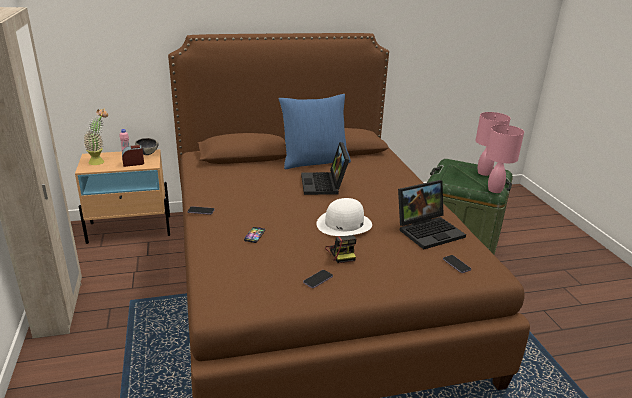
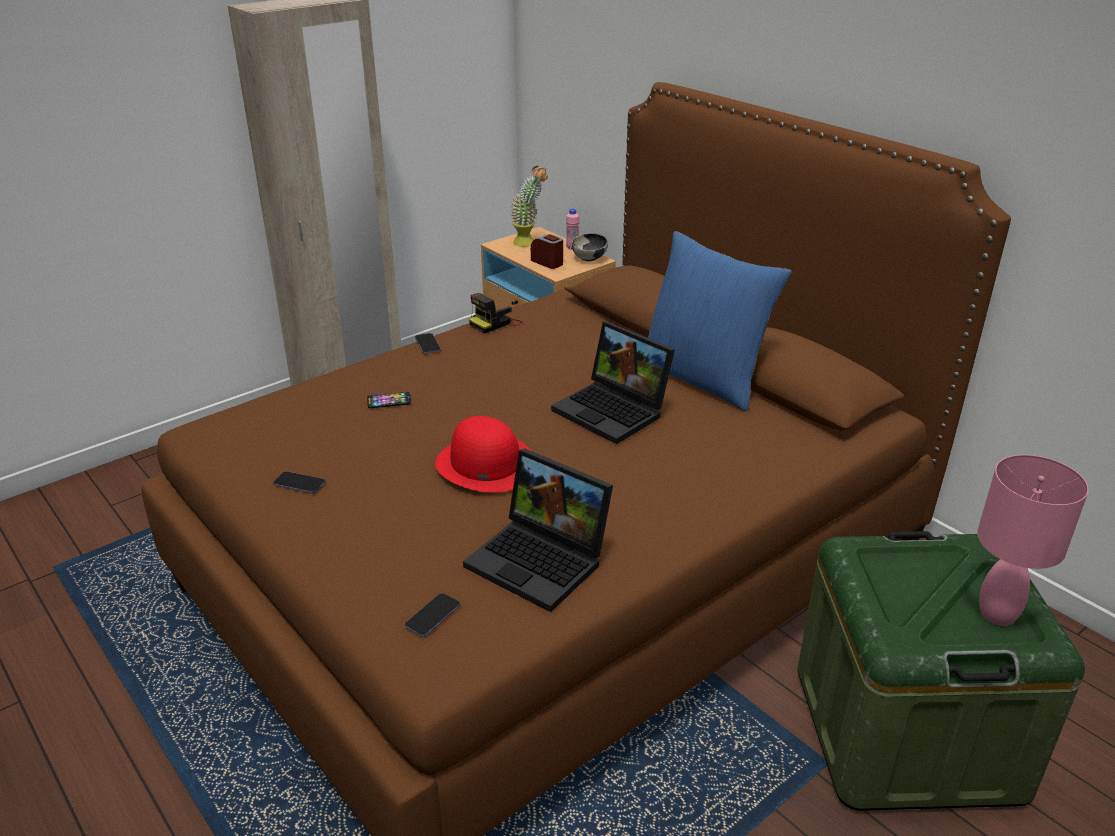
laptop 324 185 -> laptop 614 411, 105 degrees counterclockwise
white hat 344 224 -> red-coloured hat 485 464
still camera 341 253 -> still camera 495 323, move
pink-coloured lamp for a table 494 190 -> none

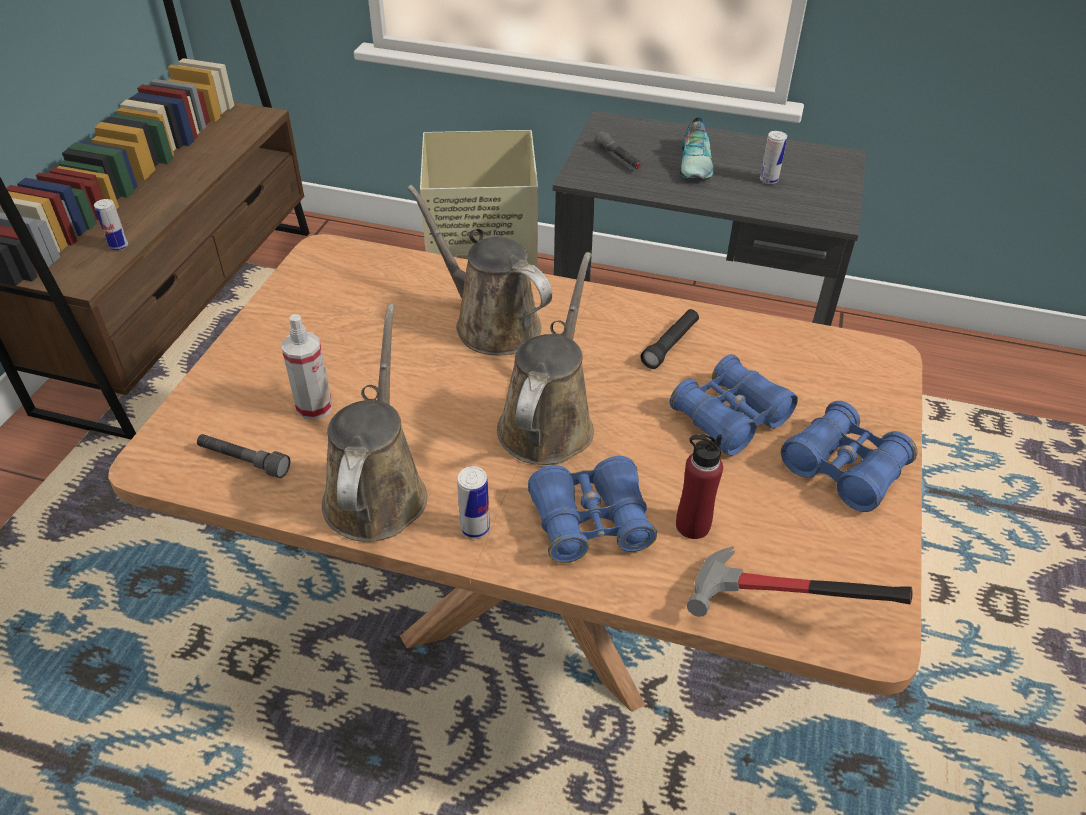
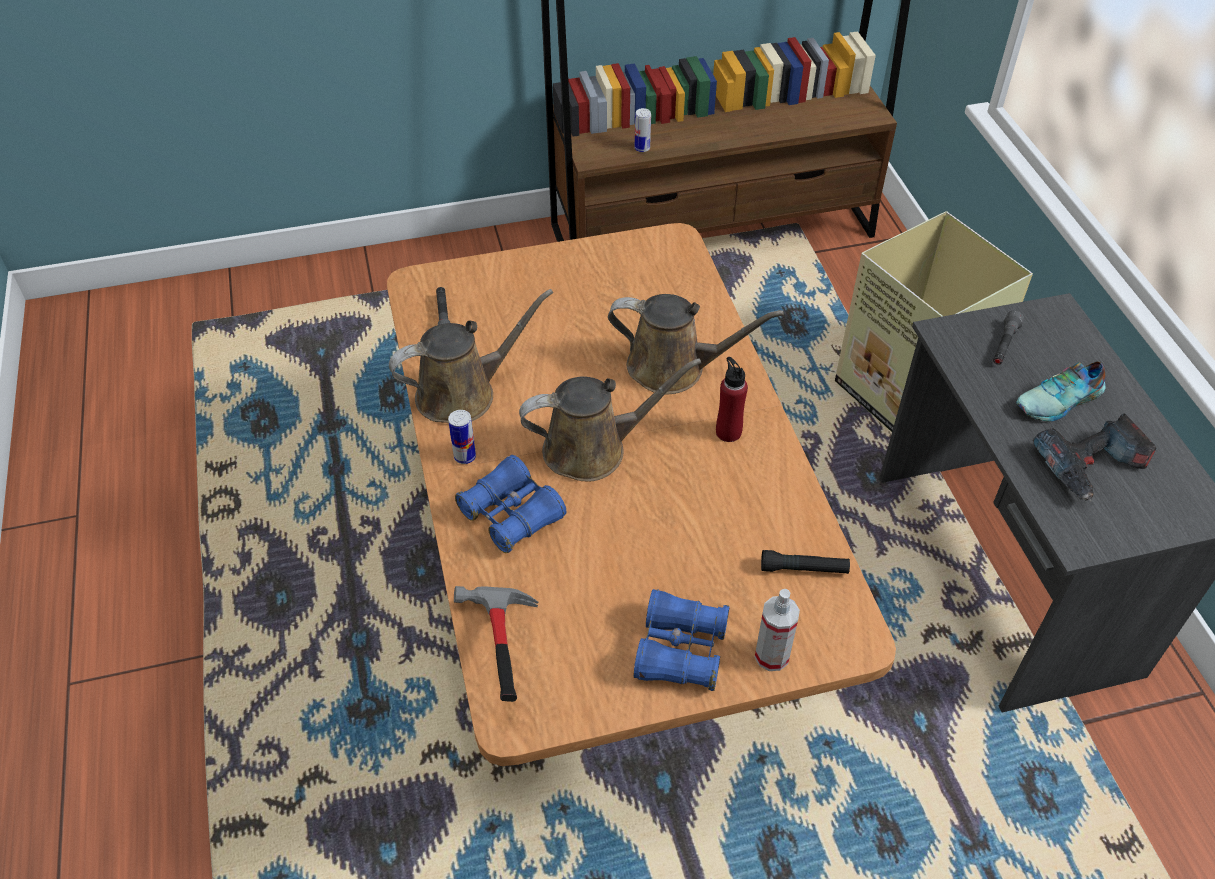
spray bottle 314 407 -> spray bottle 772 656, move
brownish watering can 491 323 -> brownish watering can 674 368, 90 degrees clockwise
blackish flashlight 670 345 -> blackish flashlight 804 569, move
bluish pair of binoculars 730 418 -> none
red-coloured drink bottle 692 525 -> red-coloured drink bottle 728 432, move
can 768 180 -> drill 1091 467

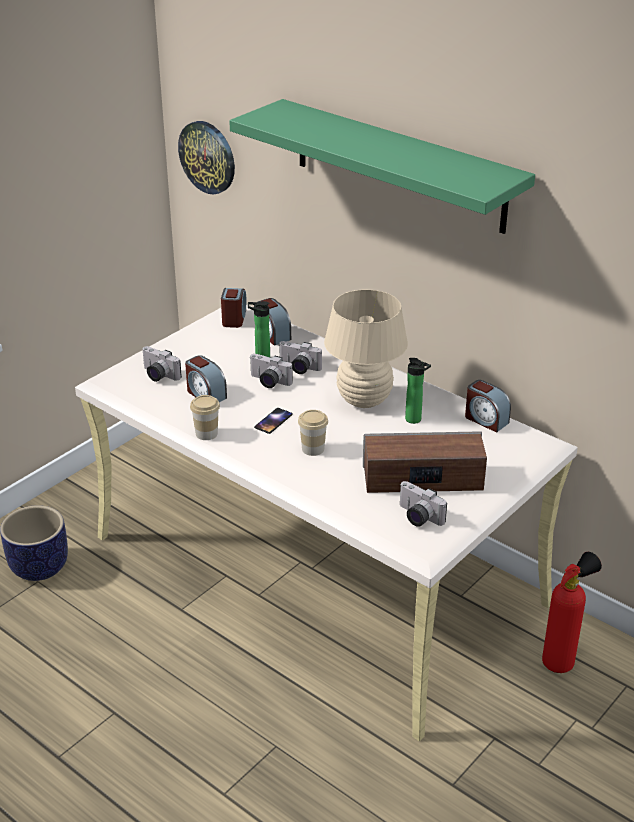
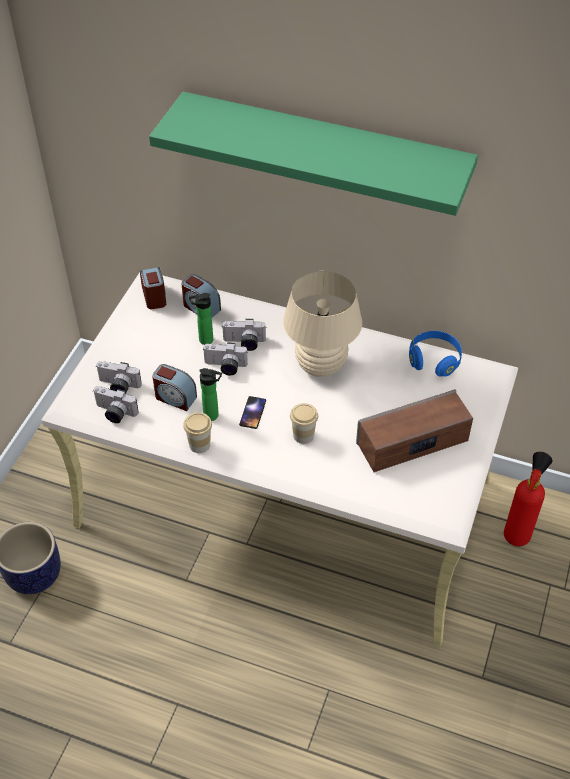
hanging clock 208 157 -> none
still camera 417 517 -> still camera 114 413, move
drink bottle 415 420 -> drink bottle 213 416, move
bedside clock 485 420 -> bluish pair of headphones 434 360

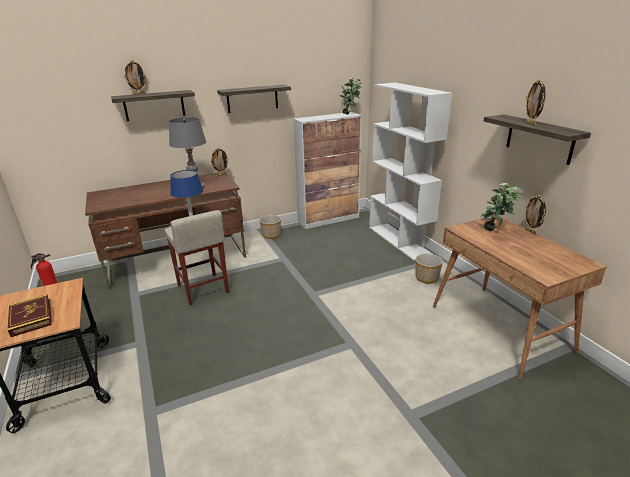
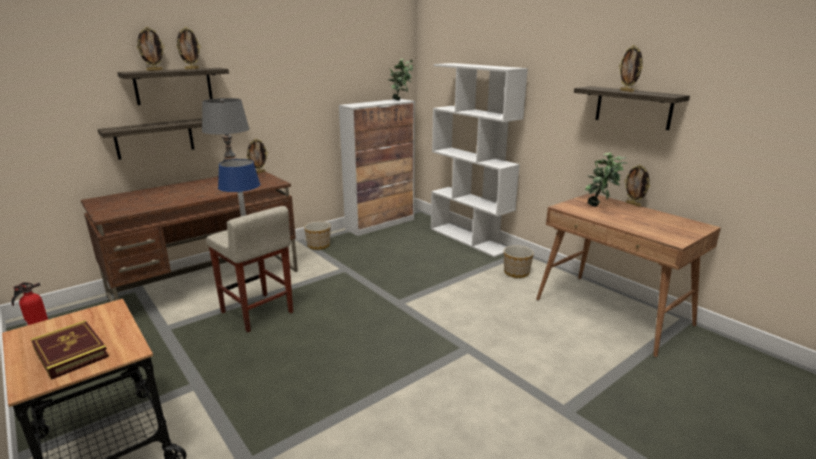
wall shelf 252 99 -> wall shelf 154 138, move
none -> picture frame 191 69

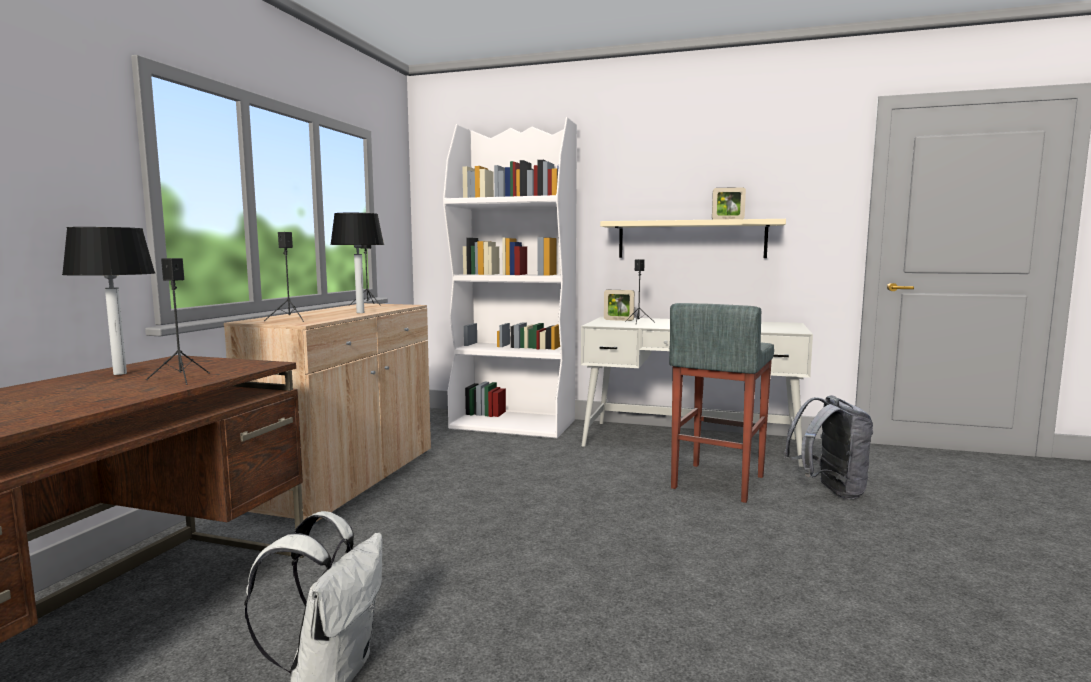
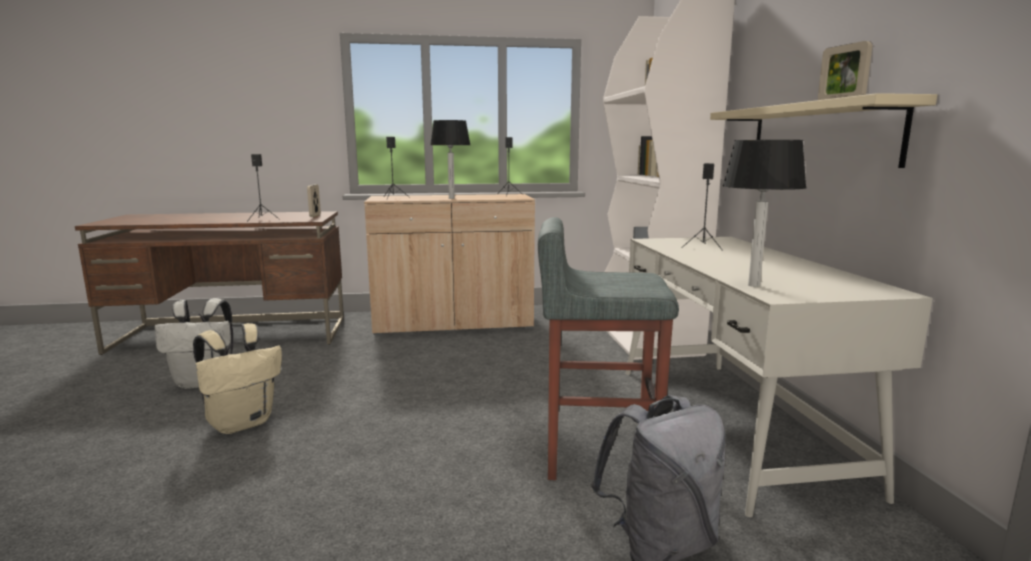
lamp for a table 121 373 -> lamp for a table 754 285, move
picture frame 618 320 -> picture frame 315 215, move
none -> beige knapsack 242 423

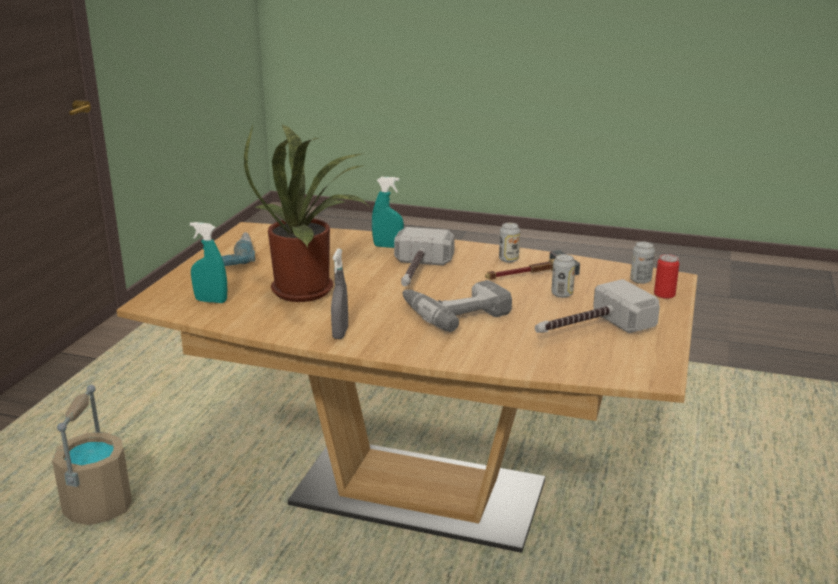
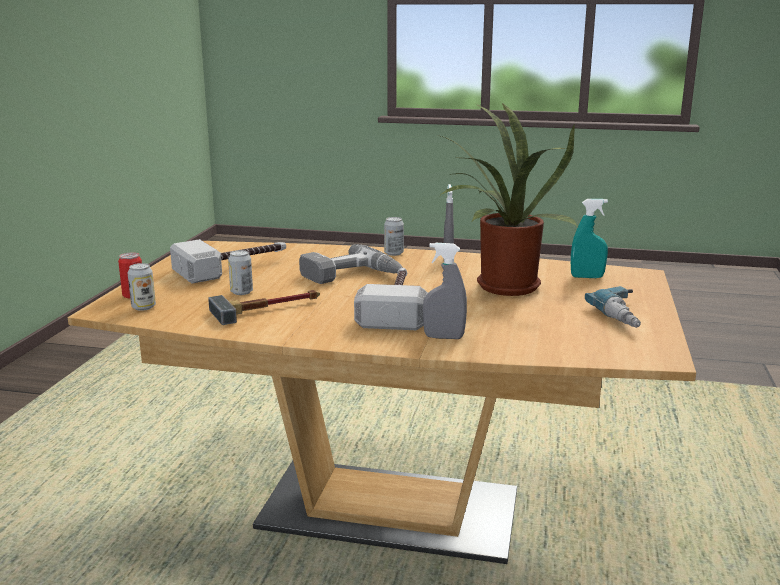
beige bucket 98 505 -> none
turquoise-coloured spray bottle 388 246 -> greyish spray bottle 444 337
can 508 259 -> can 393 253, move

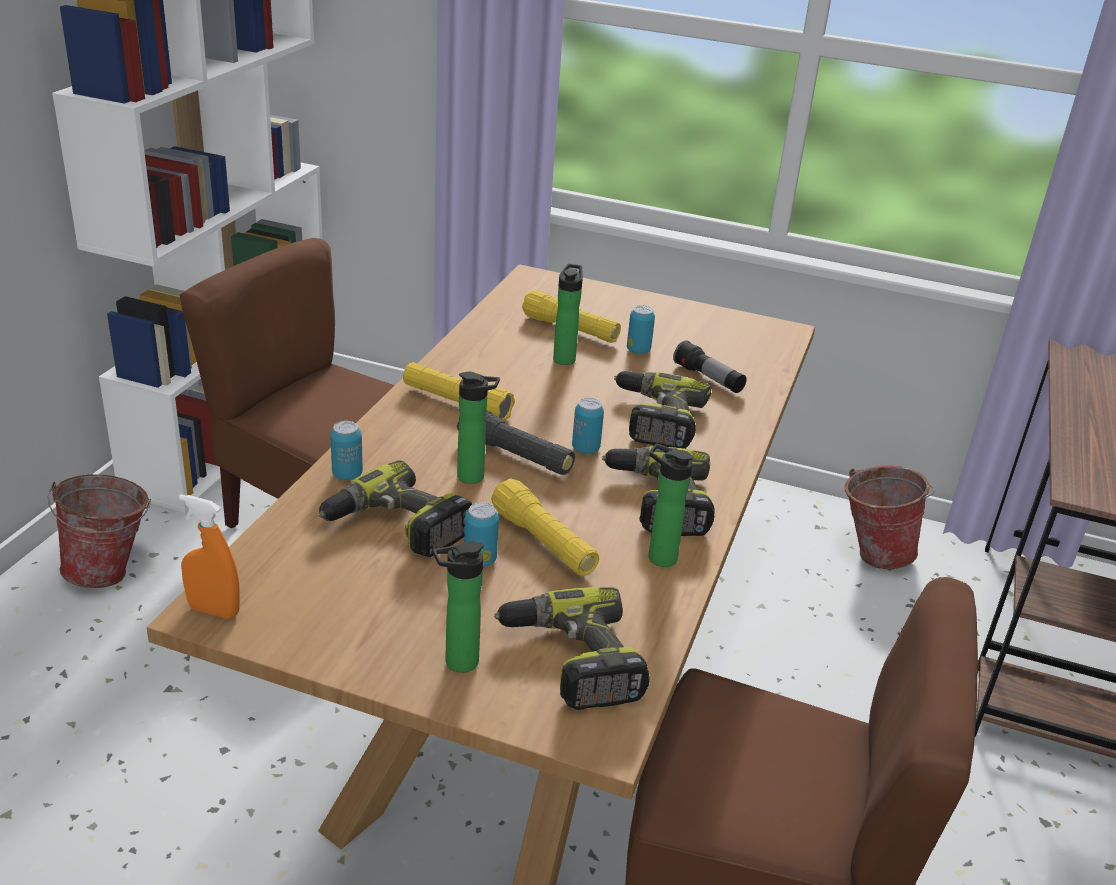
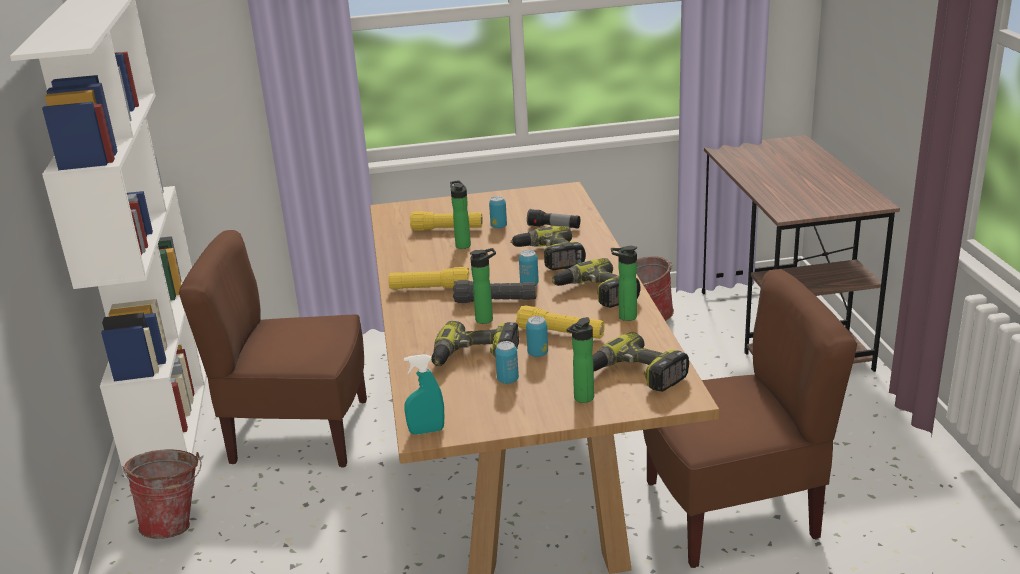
orange-coloured spray bottle 214 610 -> turquoise-coloured spray bottle 426 431
can 347 474 -> can 508 380, move

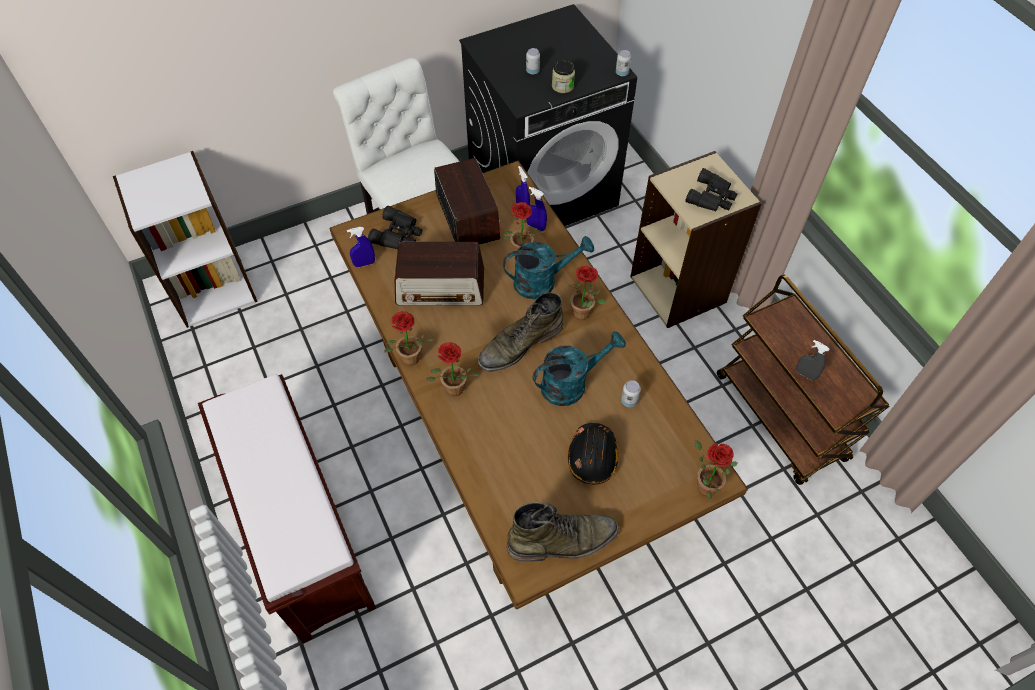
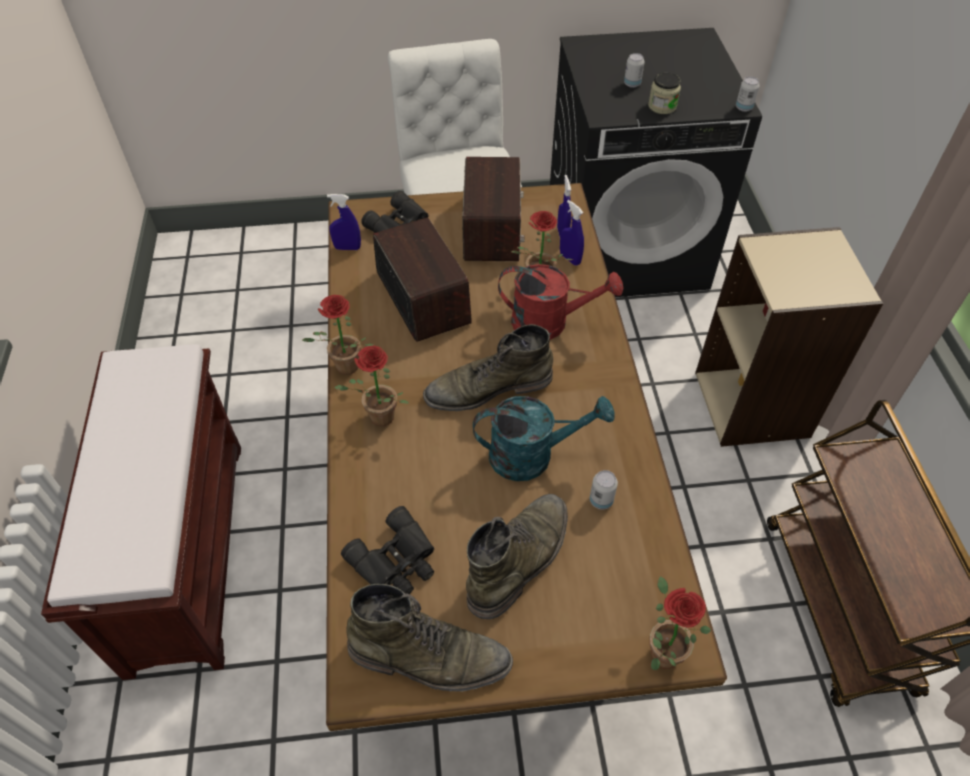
white bookcase 213 288 -> none
radio 441 287 -> radio 422 297, 135 degrees counterclockwise
turquoise-coloured watering can 542 281 -> red-coloured watering can 550 322
houseplant 584 315 -> none
blackish safety helmet 592 457 -> green tall boot 519 558
blackish pair of binoculars 712 197 -> blackish pair of binoculars 396 561, move
greyish spray bottle 805 374 -> none

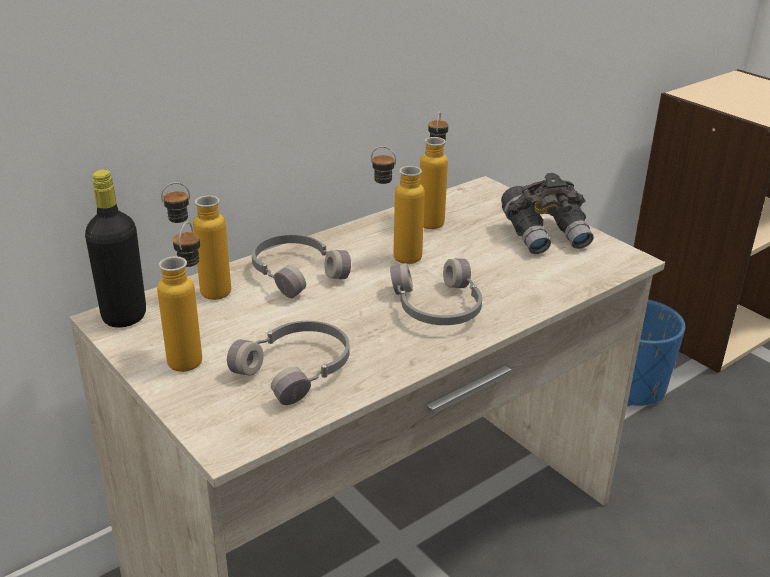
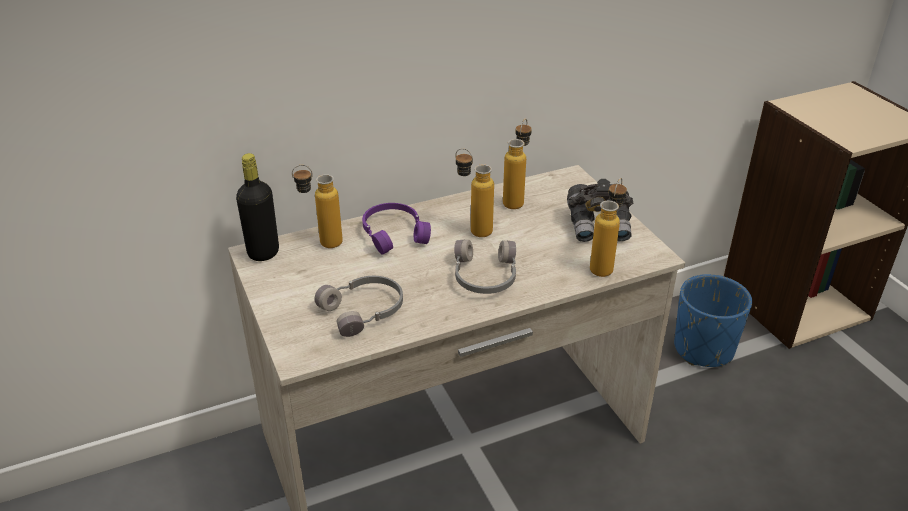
drink bottle 191 354 -> drink bottle 604 265, move
greyish pair of headphones 297 273 -> purple-coloured pair of headphones 394 234

